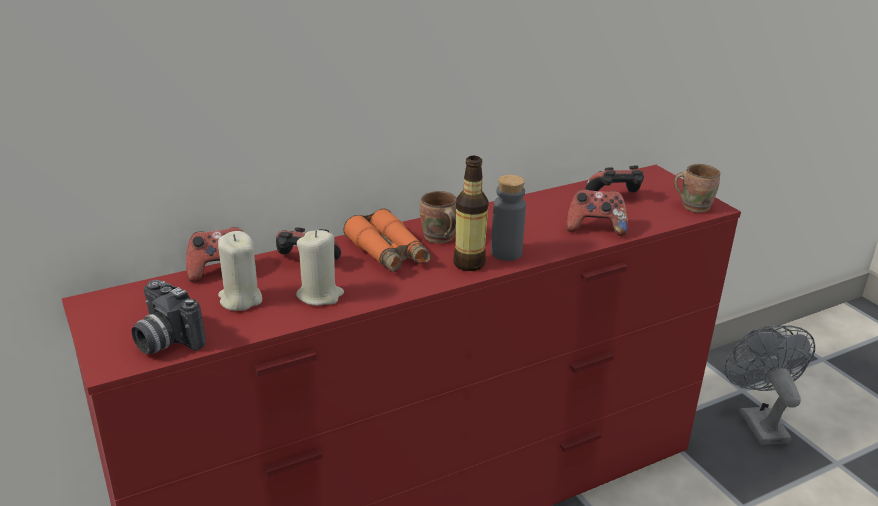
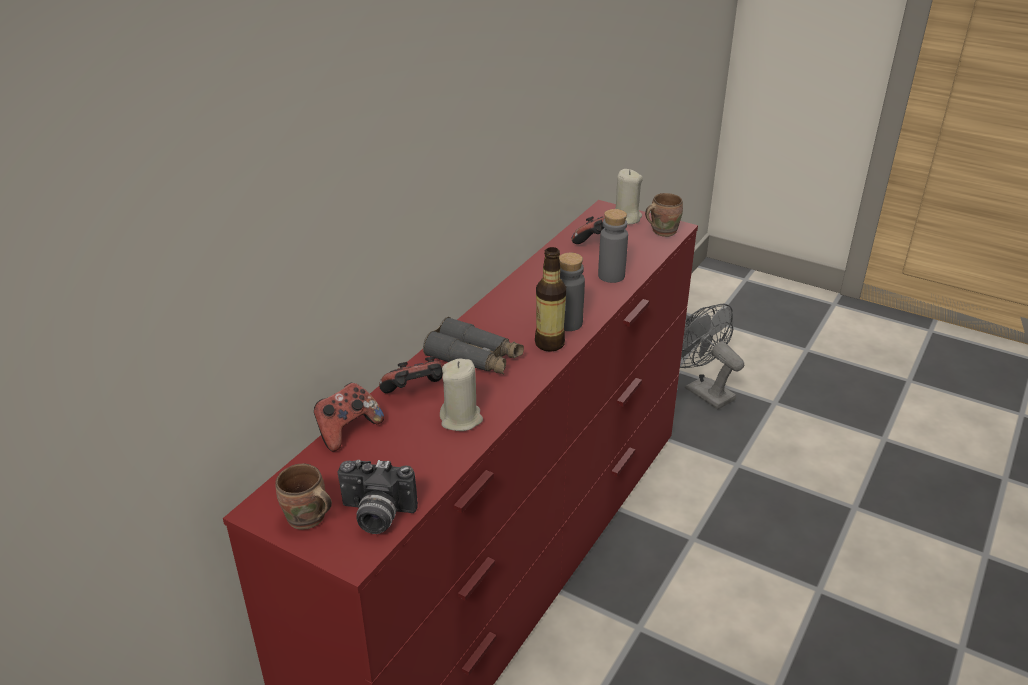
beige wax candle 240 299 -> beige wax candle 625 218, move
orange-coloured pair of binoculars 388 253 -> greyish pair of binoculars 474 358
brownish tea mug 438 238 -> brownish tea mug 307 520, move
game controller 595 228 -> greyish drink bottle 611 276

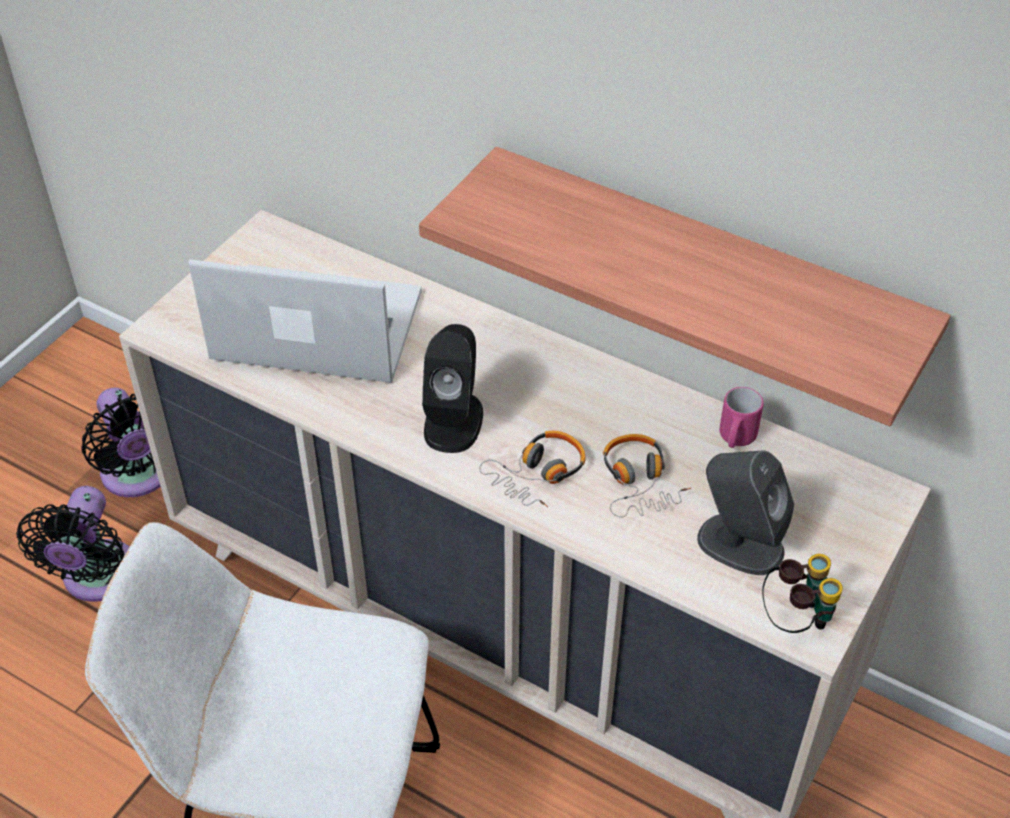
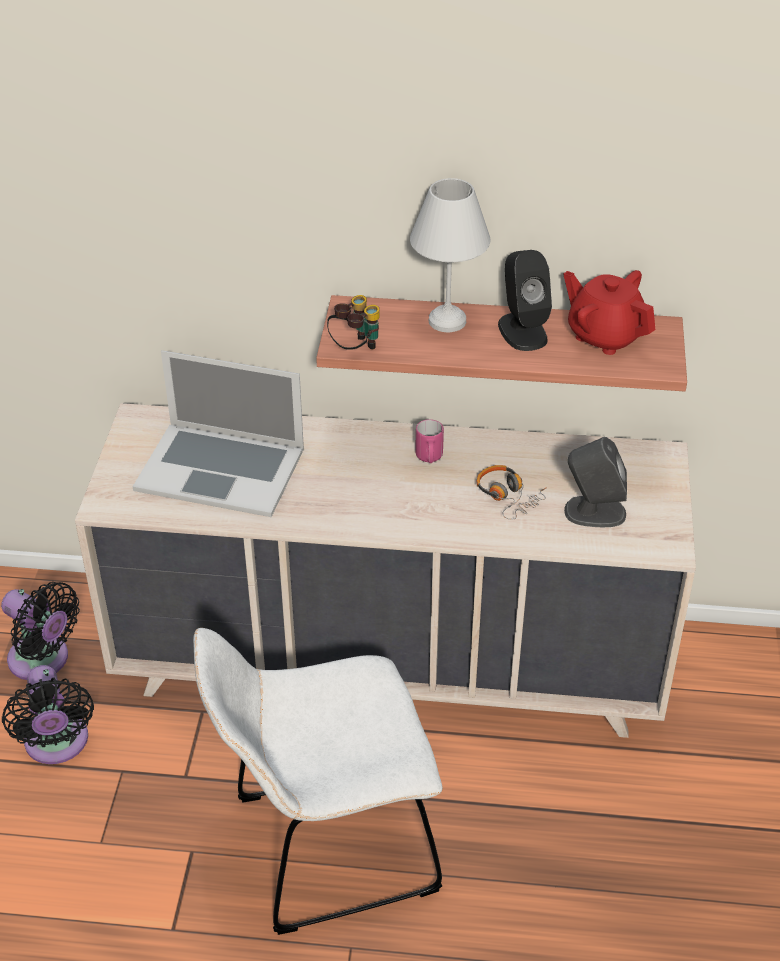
laptop 316 326 -> laptop 221 468, 150 degrees counterclockwise
blackish audio speaker 453 421 -> blackish audio speaker 522 331, move
pair of headphones 538 475 -> none
pink-coloured tea mug 735 439 -> pink-coloured tea mug 429 458, move
pair of binoculars 796 618 -> pair of binoculars 355 348, move
none -> white lamp for a table 447 322
none -> red-coloured teapot 604 336

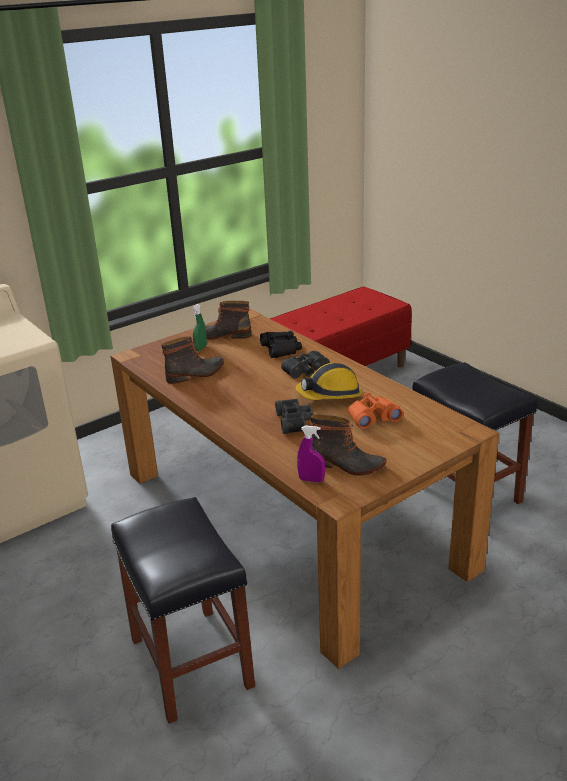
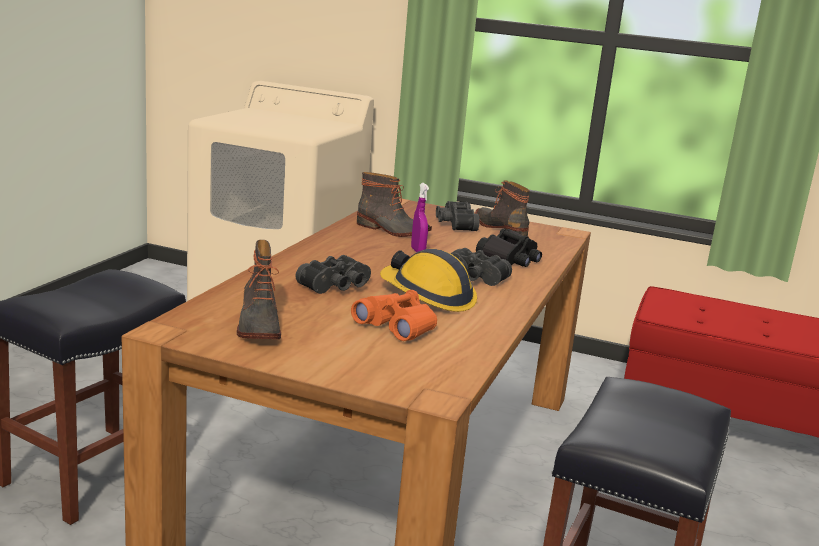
green spray bottle 200 348 -> blackish pair of binoculars 454 224
purple-coloured spray bottle 311 480 -> purple-coloured spray bottle 418 251, move

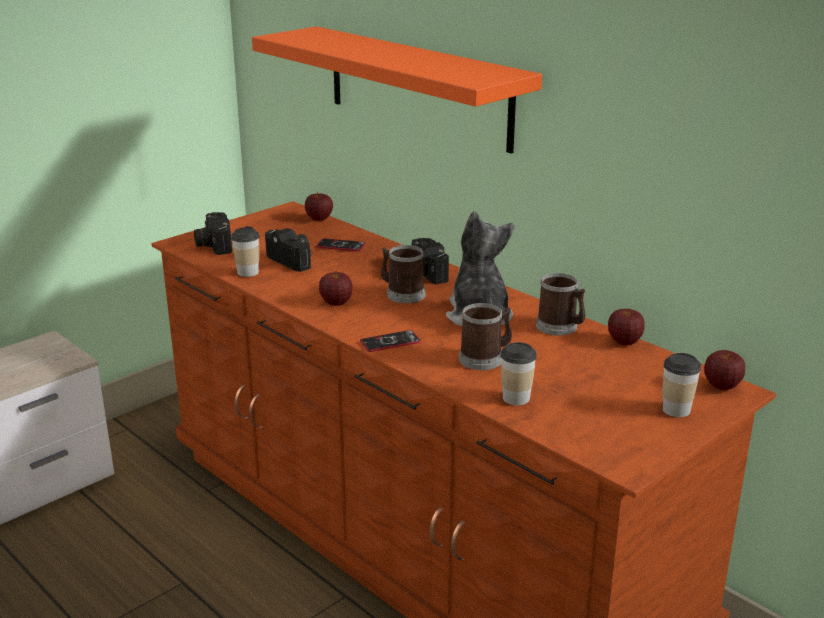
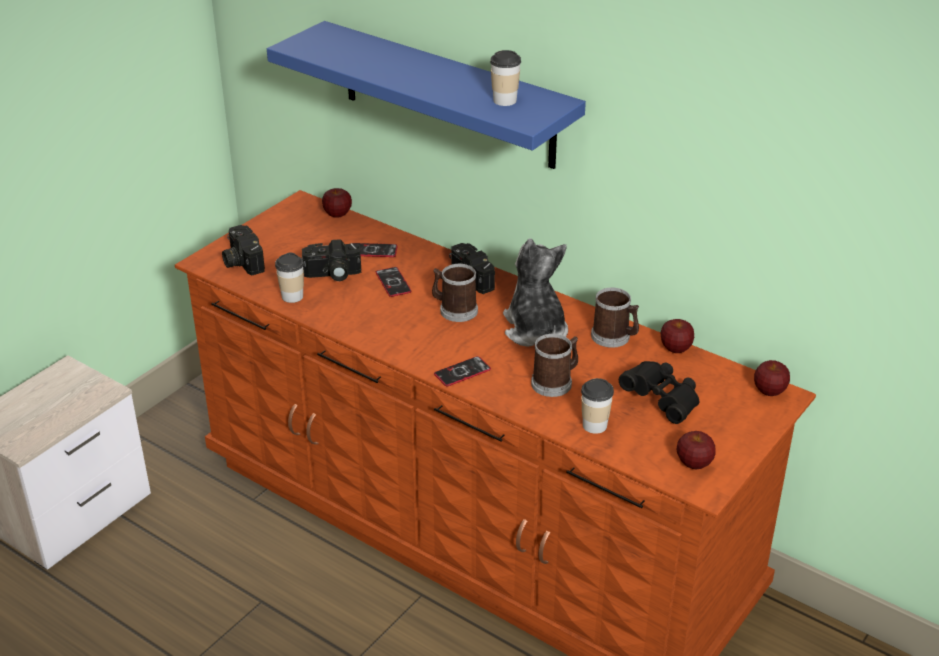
orange-coloured wall shelf 417 87 -> bluish wall shelf 447 95
still camera 294 259 -> still camera 332 274, 135 degrees clockwise
whole apple 336 303 -> whole apple 694 464, move
small cup 676 410 -> small cup 505 100, move
none -> telephone 393 282
none -> blackish pair of binoculars 662 401

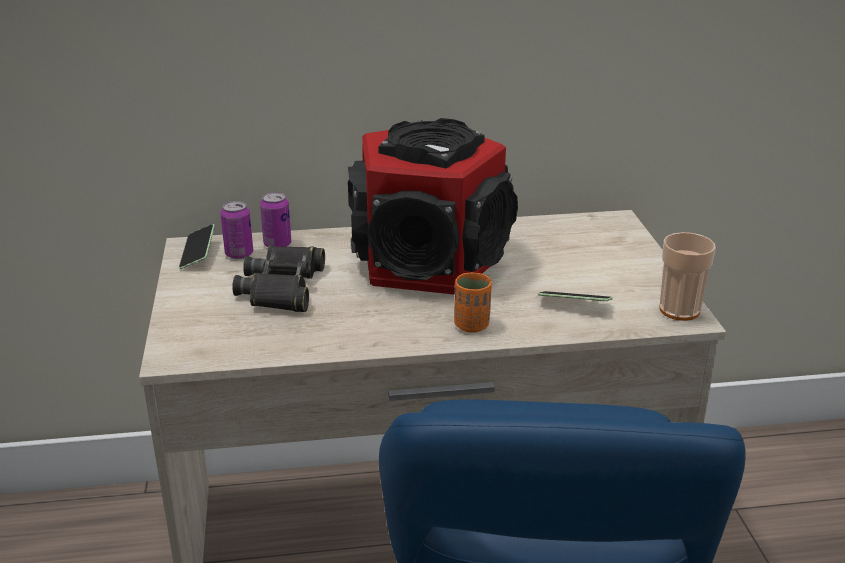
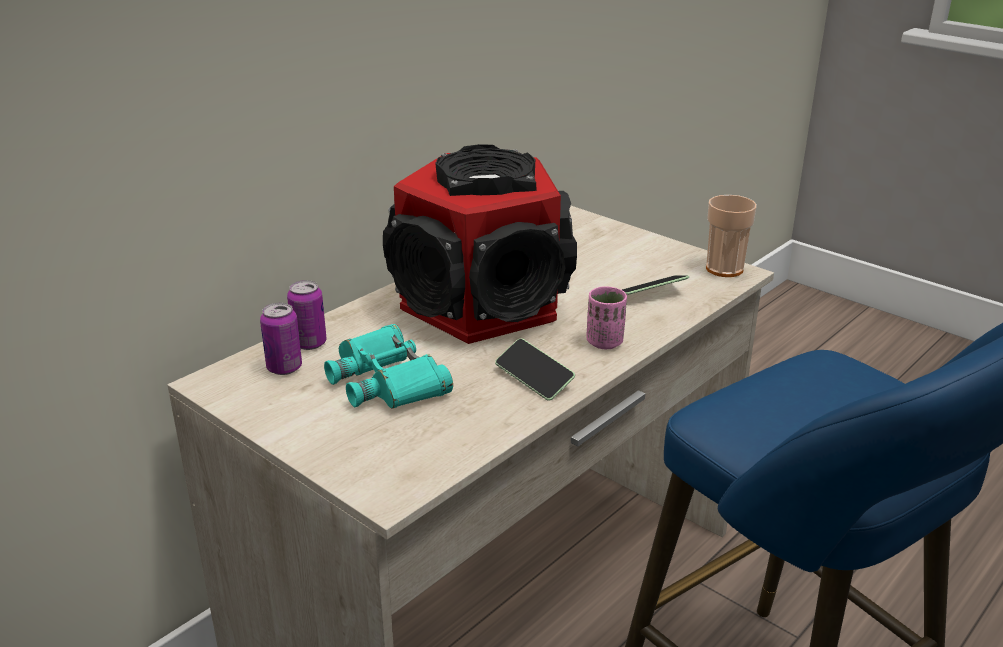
telephone 198 254 -> telephone 534 379, move
blackish pair of binoculars 283 288 -> turquoise-coloured pair of binoculars 387 380
orange-coloured small cup 471 325 -> pink-coloured small cup 604 342

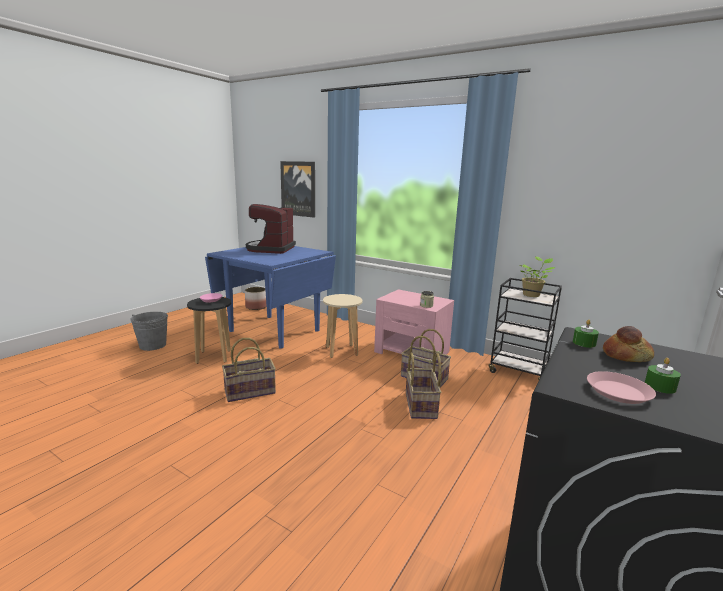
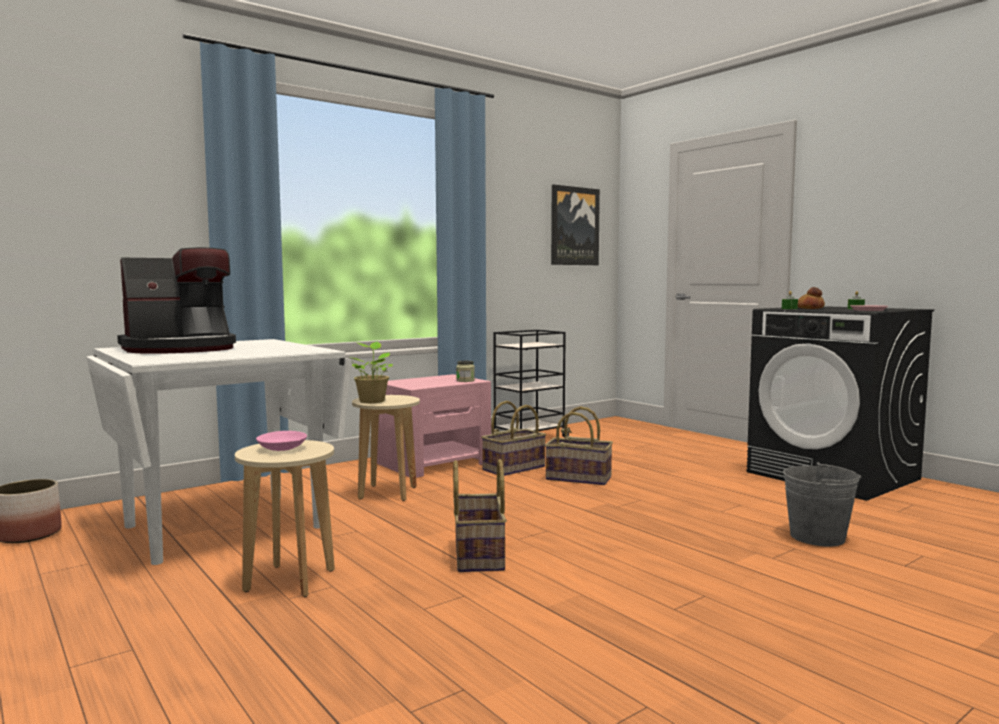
greyish bucket 152 345 -> greyish bucket 817 537, move
blackish stool 213 357 -> beige stool 290 581
bluish dinner table 275 330 -> white dinner table 223 526
coffee maker 271 249 -> coffee maker 180 349, 60 degrees counterclockwise
wall art 298 189 -> wall art 574 226, move
houseplant 532 295 -> houseplant 372 401, move

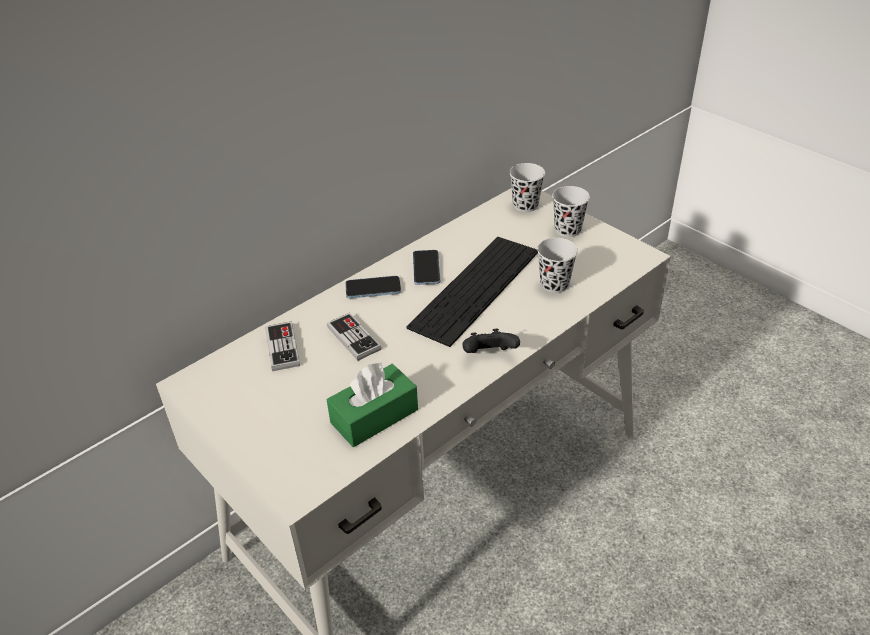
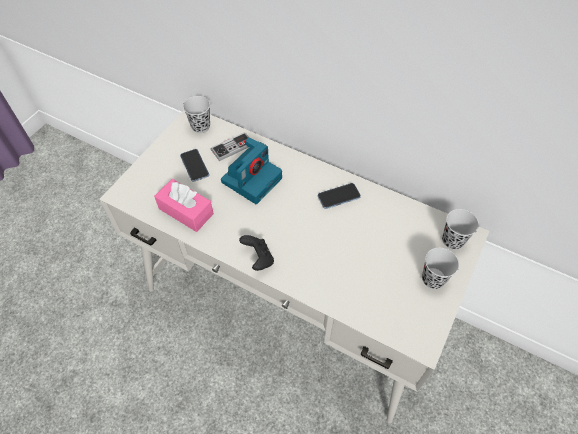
game controller 353 338 -> still camera 252 179
green box of tissues 374 416 -> pink-coloured box of tissues 186 211
telephone 373 289 -> telephone 194 166, move
computer keyboard 475 288 -> none
blackish small cup 554 284 -> blackish small cup 200 126, move

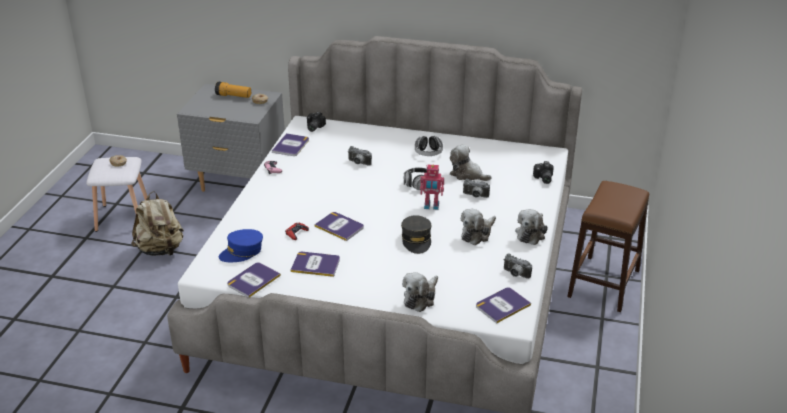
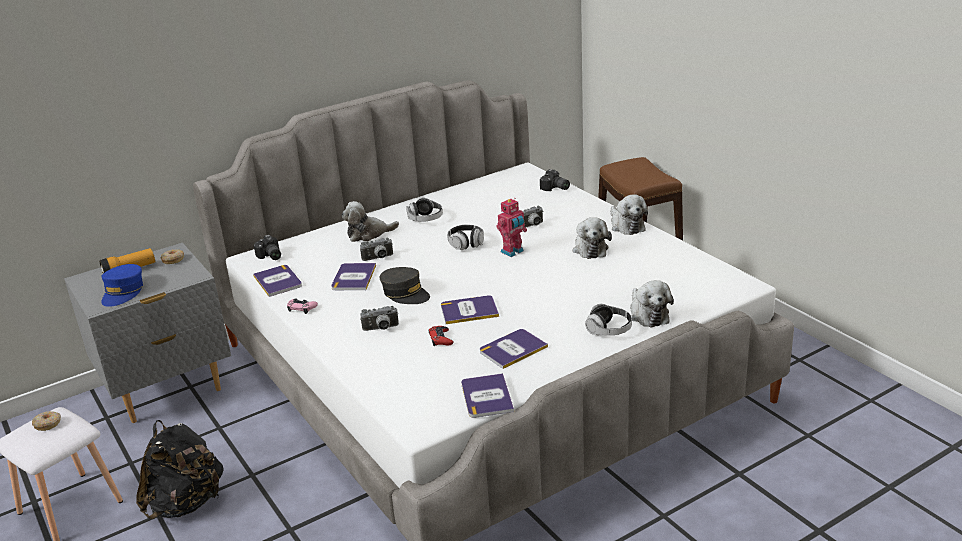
beige knapsack 161 250 -> blackish knapsack 186 503
bluish cap 242 252 -> bluish cap 123 292, move
greyish cap 416 240 -> greyish cap 405 293, move
cuddly toy 467 174 -> cuddly toy 368 234, move
bound book 502 305 -> bound book 354 277, move
still camera 515 274 -> still camera 381 329, move
none -> pair of headphones 609 330

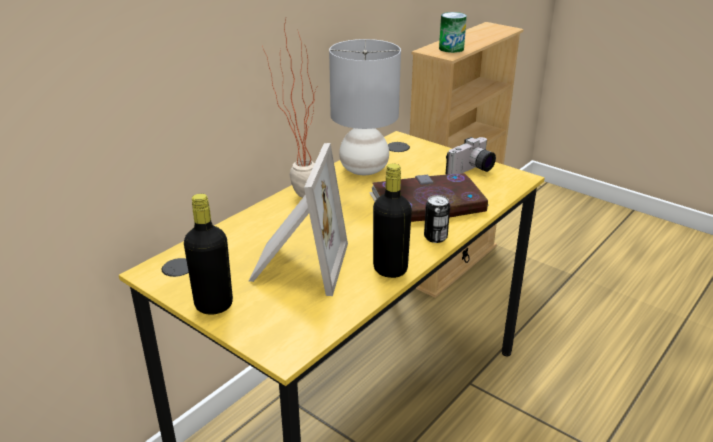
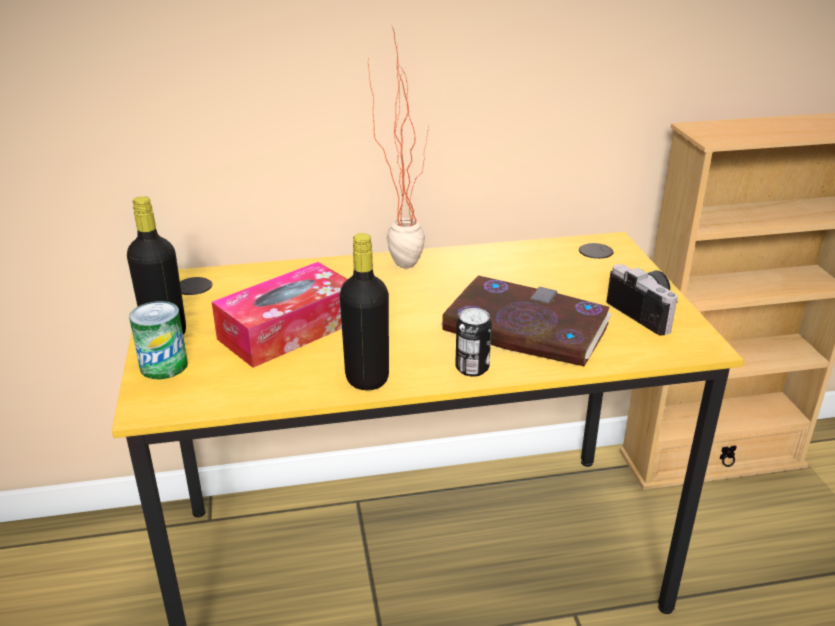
picture frame 297 264 -> box of tissues 288 330
greyish lamp for a table 364 169 -> none
can 451 48 -> can 164 366, move
still camera 472 170 -> still camera 647 312, 120 degrees counterclockwise

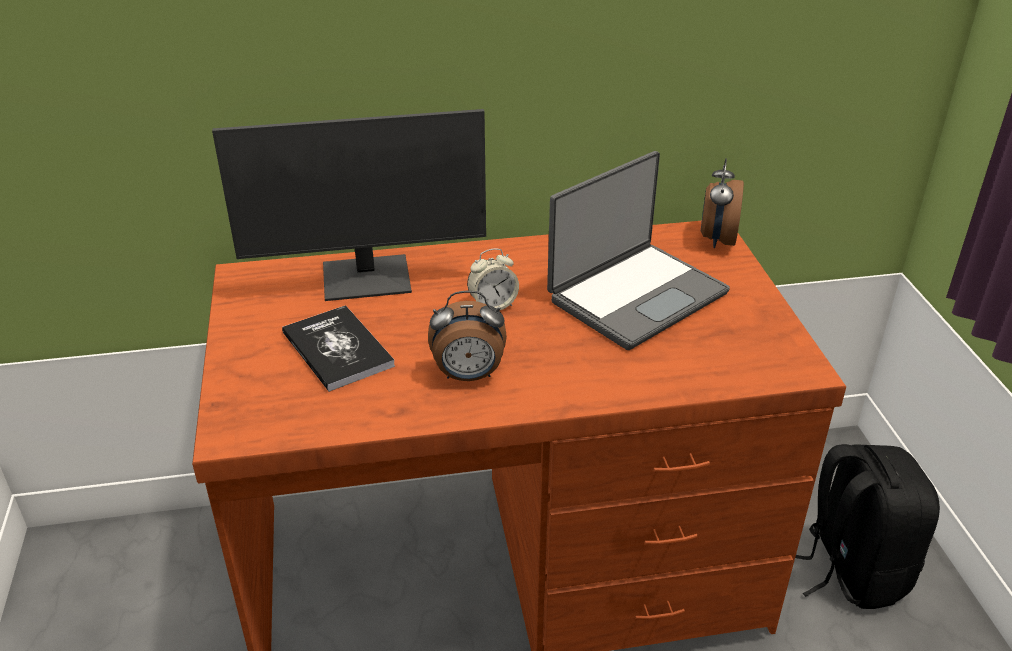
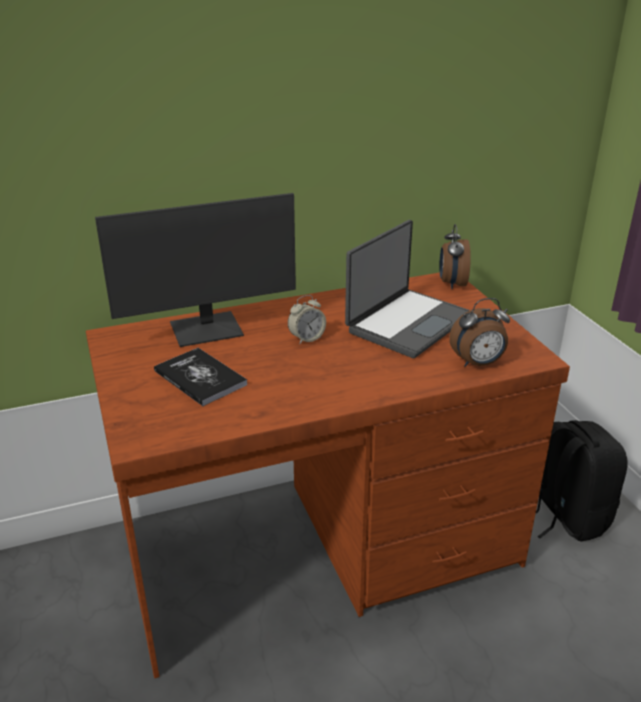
bedside clock 468 376 -> bedside clock 478 363, move

